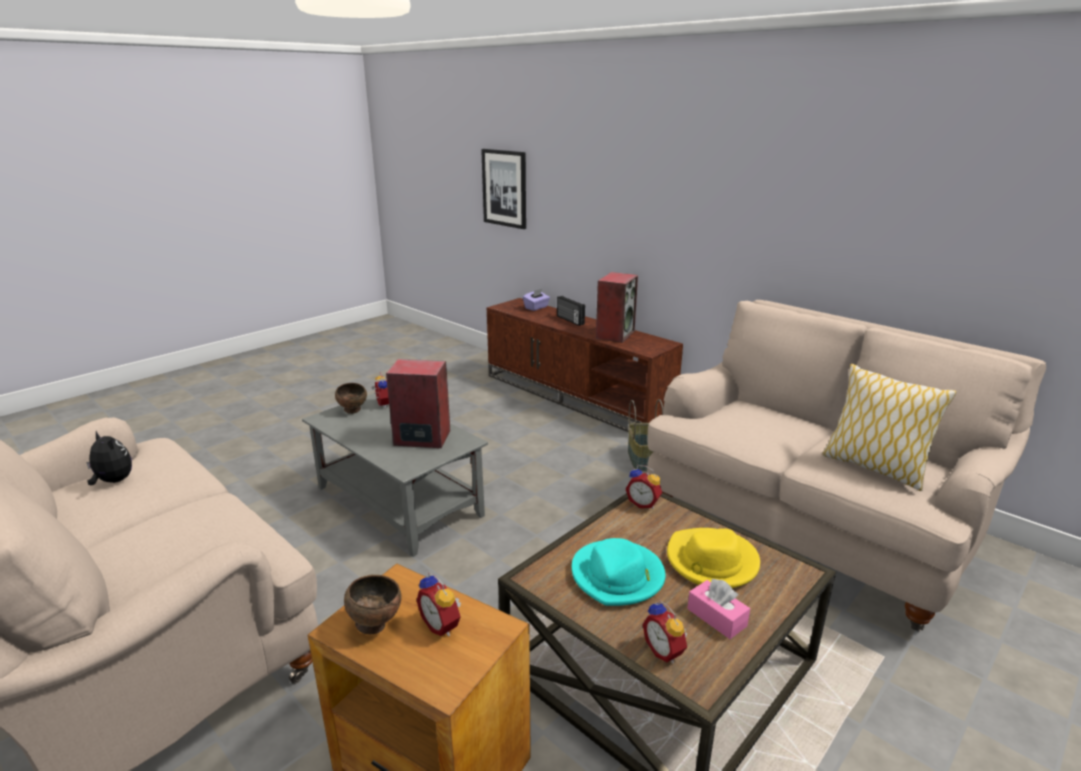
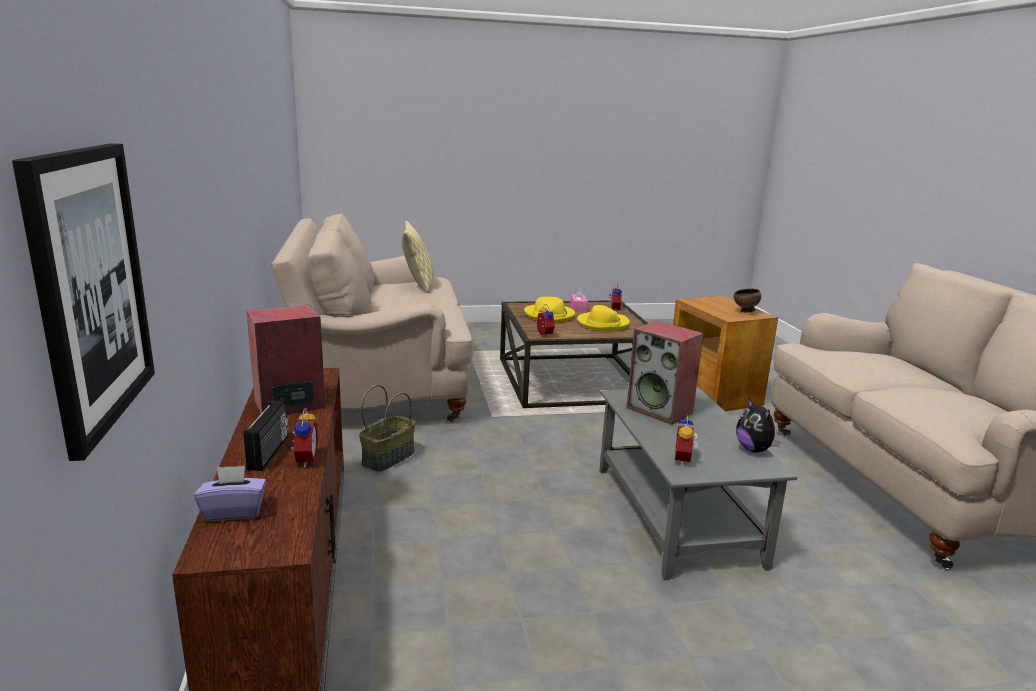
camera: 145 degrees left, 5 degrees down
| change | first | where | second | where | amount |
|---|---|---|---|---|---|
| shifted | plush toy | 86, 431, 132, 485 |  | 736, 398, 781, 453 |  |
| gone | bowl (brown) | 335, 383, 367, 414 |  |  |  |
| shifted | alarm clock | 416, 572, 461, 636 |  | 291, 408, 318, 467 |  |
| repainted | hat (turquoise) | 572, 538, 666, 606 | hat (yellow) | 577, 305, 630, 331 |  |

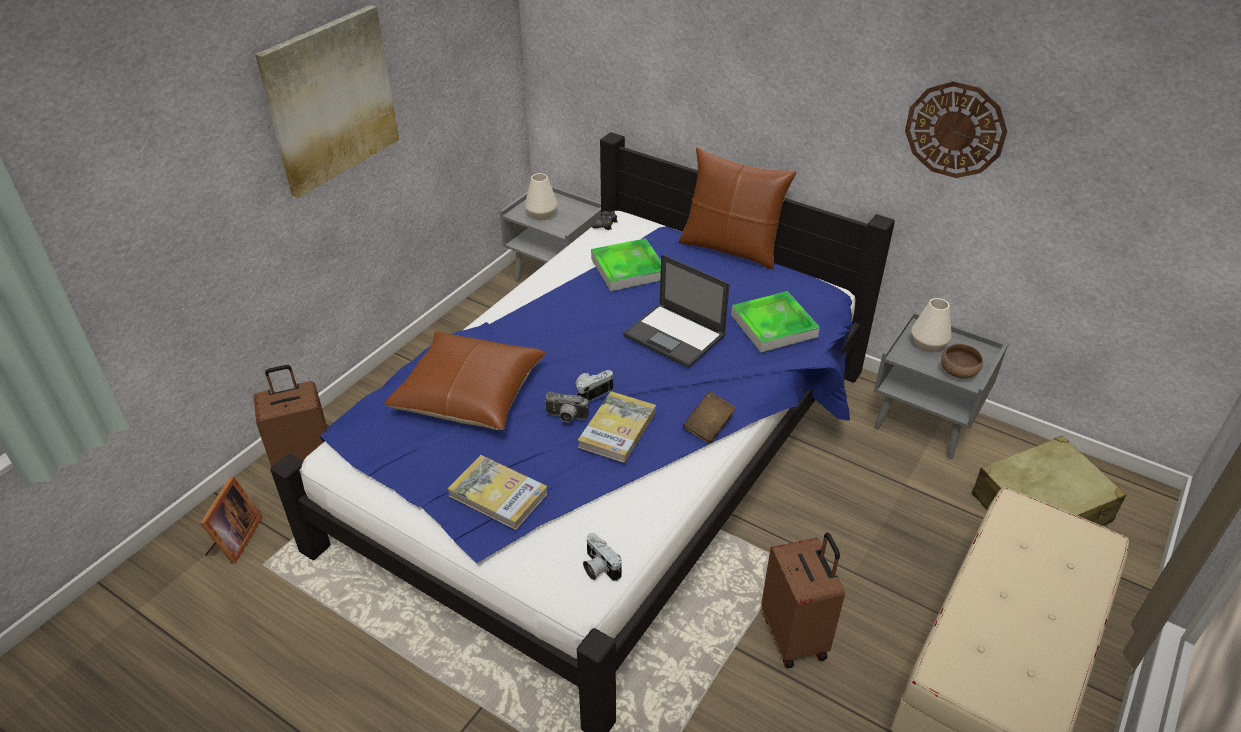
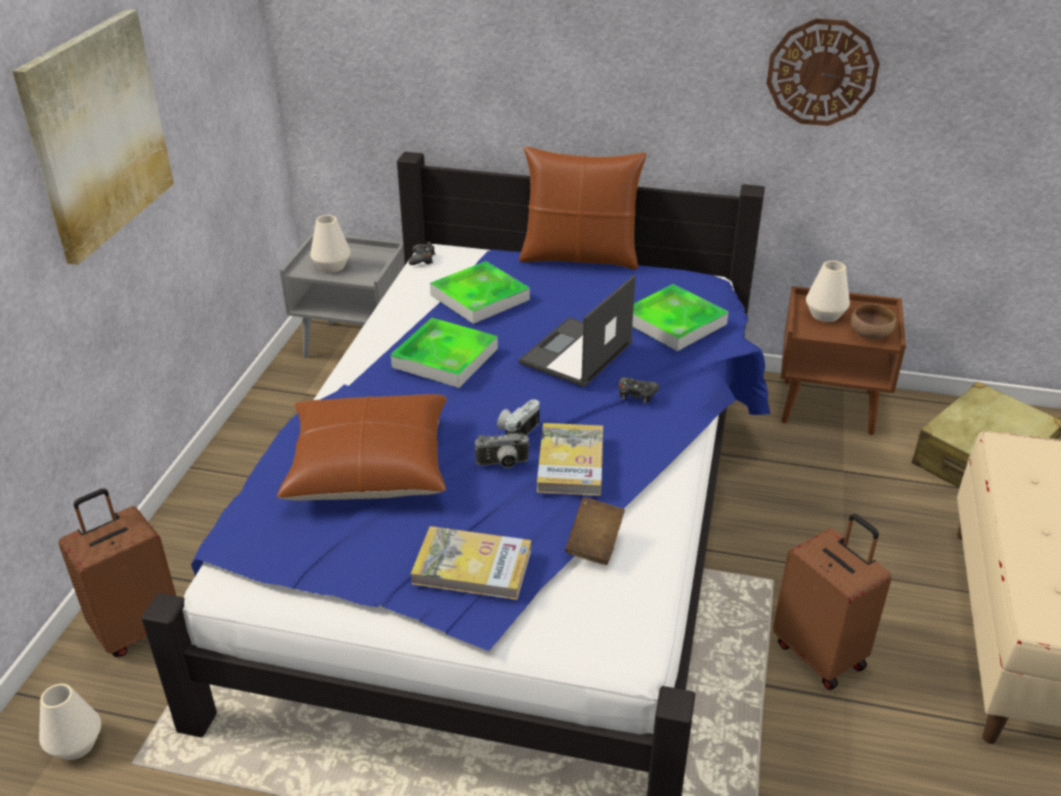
camera: 20 degrees left, 5 degrees down
| change | first | where | second | where | amount |
|---|---|---|---|---|---|
| swapped | picture frame | 200, 477, 263, 563 | vase (white) | 39, 684, 101, 760 |  |
| gone | photo camera | 583, 533, 622, 581 |  |  |  |
| rotated | laptop | 623, 254, 730, 368 |  | 518, 275, 636, 387 | 105 degrees clockwise |
| shifted | book (brown) | 683, 392, 736, 444 |  | 565, 497, 625, 565 |  |
| repainted | nightstand (grey) | 874, 311, 1008, 459 | nightstand (brown) | 781, 286, 906, 435 |  |
| new |  |  | tray | 390, 318, 498, 388 |  |
| new |  |  | game controller (black) | 618, 377, 659, 403 |  |

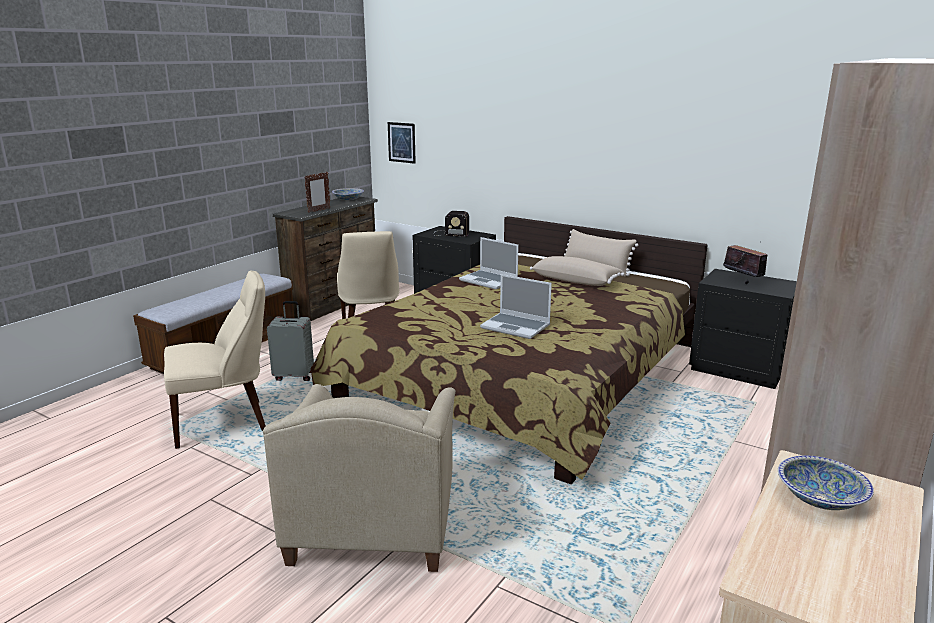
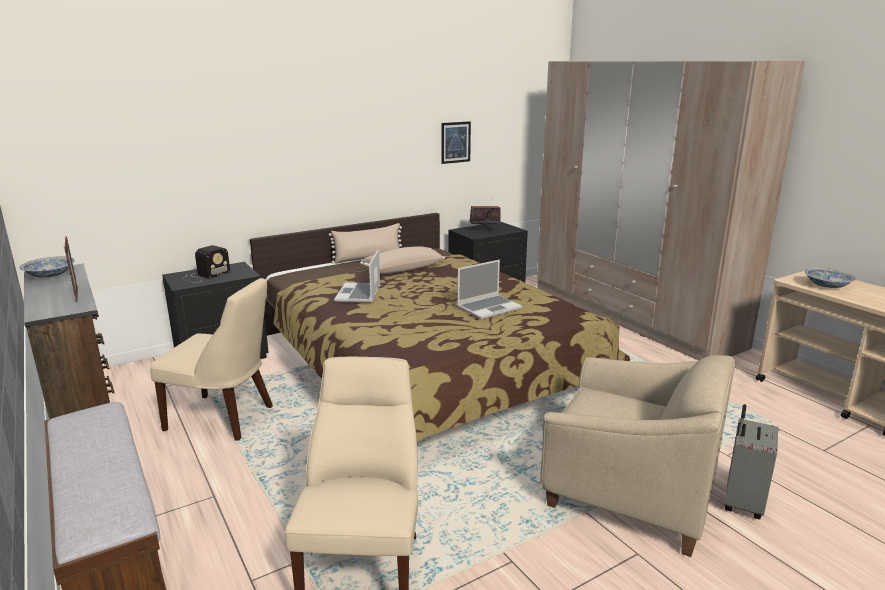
camera: 65 degrees left, 0 degrees up
| change | first | where | second | where | amount |
|---|---|---|---|---|---|
| shifted | suitcase (grey) | 267, 301, 314, 381 |  | 724, 404, 778, 520 |  |
| shifted | picture | 388, 122, 416, 164 |  | 441, 121, 471, 164 |  |
| rotated | laptop | 459, 237, 519, 290 |  | 334, 250, 380, 303 | 120 degrees clockwise |

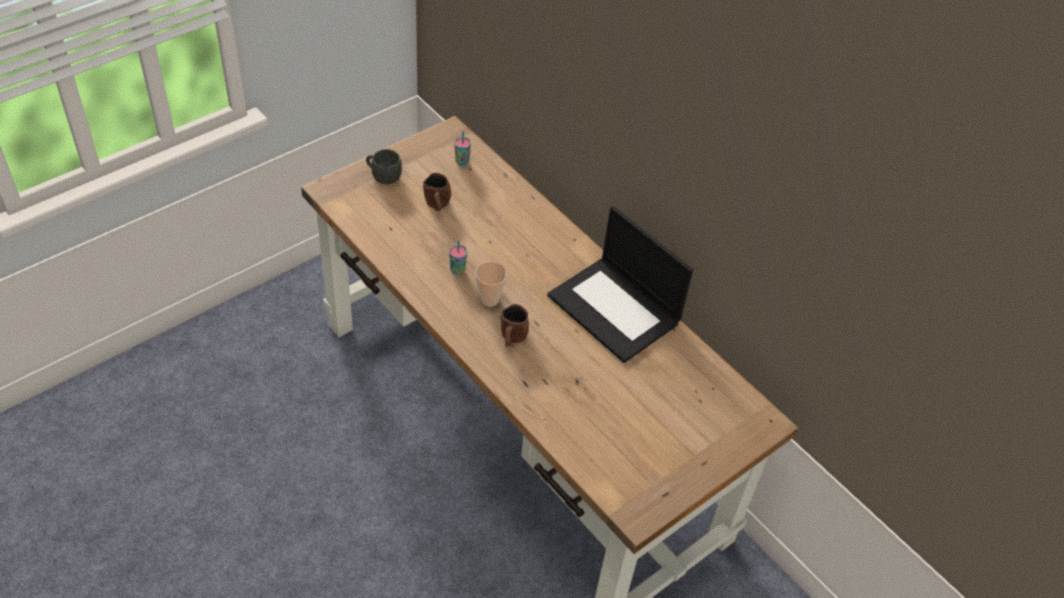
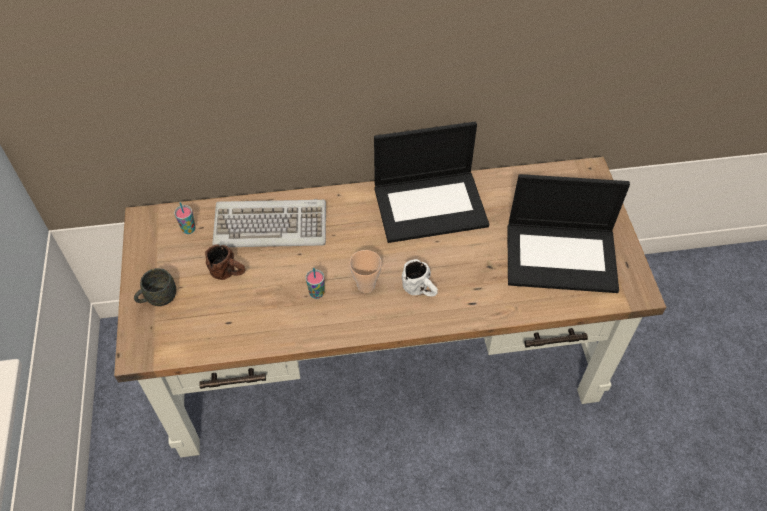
camera: 55 degrees left, 5 degrees up
| change | first | where | second | where | amount |
|---|---|---|---|---|---|
| repainted | mug (brown) | 500, 304, 529, 347 | mug (white) | 402, 259, 438, 297 |  |
| new |  |  | keyboard | 212, 199, 326, 248 |  |
| new |  |  | laptop | 507, 174, 630, 293 |  |

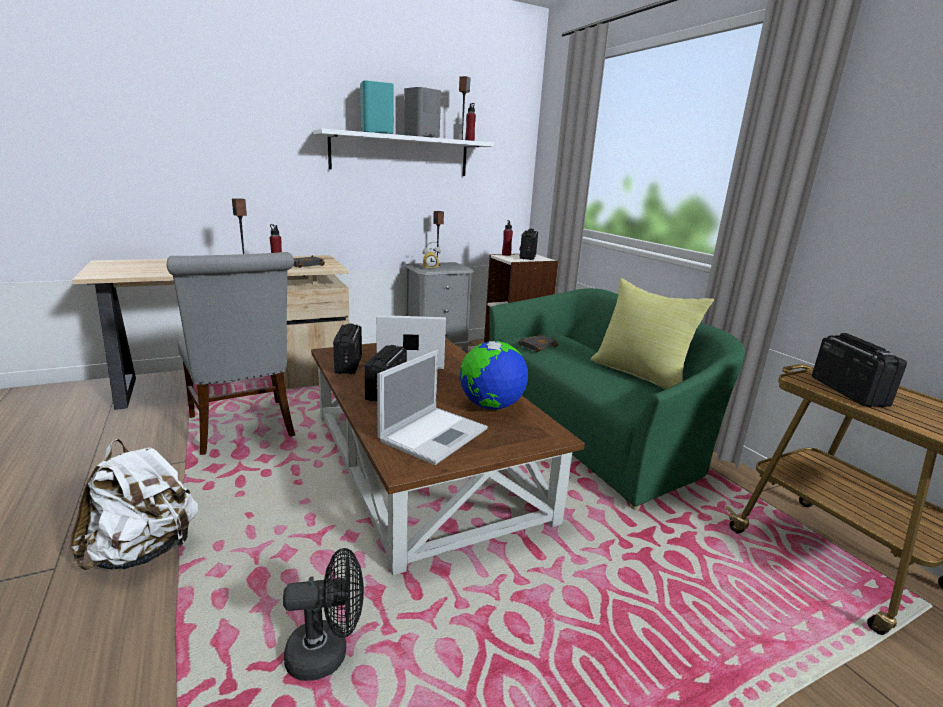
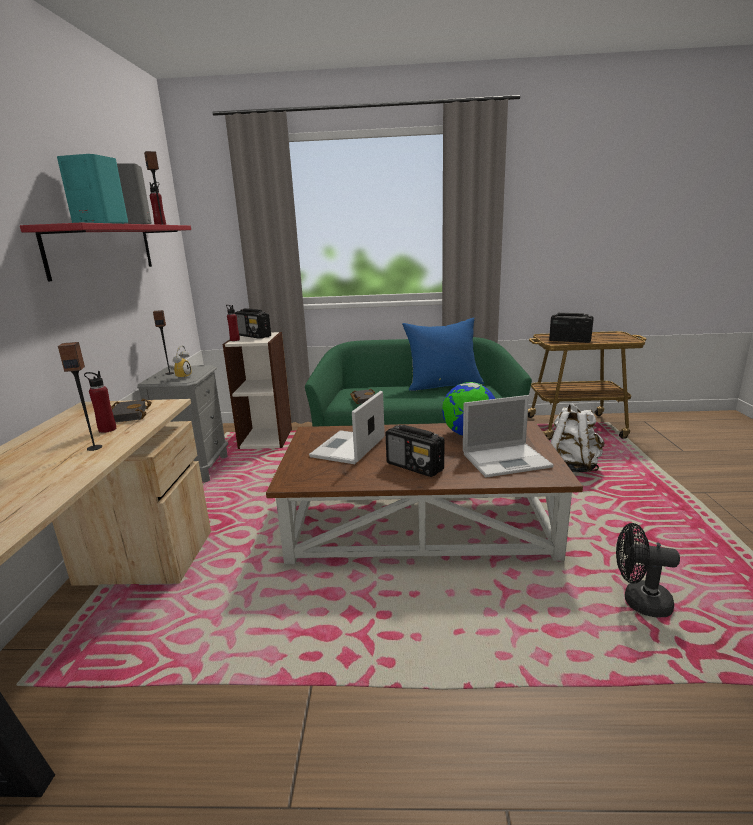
camera: 60 degrees left, 0 degrees up
| change | first | where | second | where | amount |
|---|---|---|---|---|---|
| shifted | backpack (white) | 69, 439, 199, 570 |  | 551, 403, 604, 473 |  |
| gone | chair (grey) | 167, 252, 295, 455 |  |  |  |
| rotated | fan (black) | 283, 548, 364, 681 |  | 616, 523, 680, 618 | 90 degrees counterclockwise |
| repainted | shelf (white) | 313, 128, 494, 176 | shelf (red) | 20, 223, 191, 282 |  |
| gone | radio | 333, 324, 362, 374 |  |  |  |
| rotated | laptop | 377, 350, 488, 465 |  | 463, 395, 554, 477 | 105 degrees clockwise |
| repainted | pillow (yellow) | 591, 278, 714, 389 | pillow (blue) | 402, 318, 484, 391 |  |

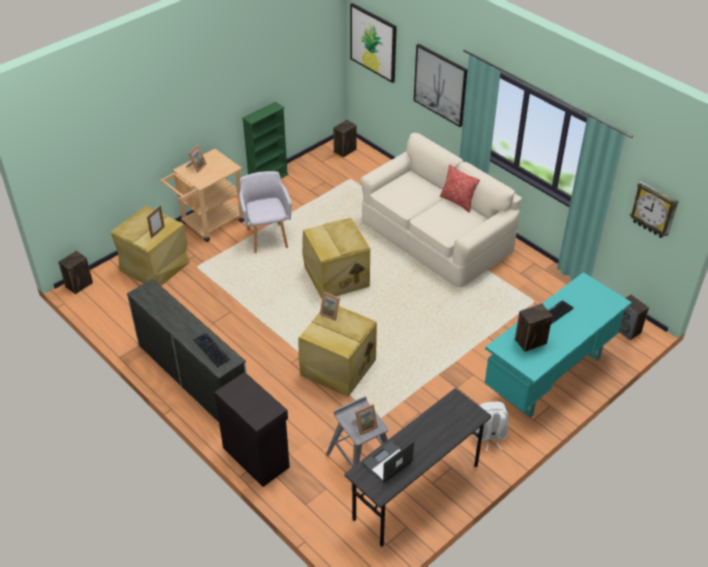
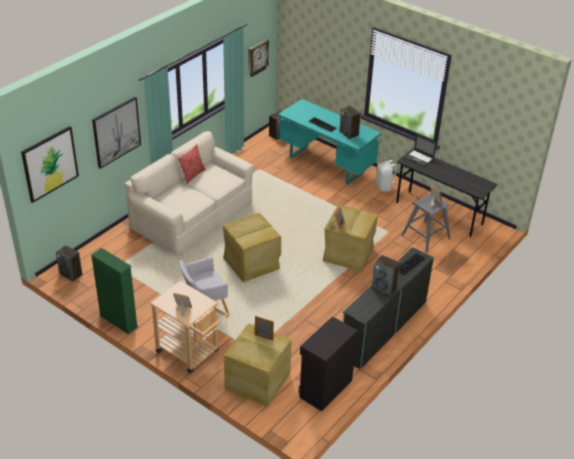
camera: 100 degrees left, 5 degrees down
| change | first | where | second | where | amount |
|---|---|---|---|---|---|
| shifted | speaker | 58, 250, 93, 294 |  | 372, 255, 400, 295 |  |
| shifted | cabinet (black) | 214, 372, 290, 487 |  | 298, 316, 358, 411 |  |
| shifted | laptop | 362, 440, 414, 483 |  | 404, 134, 437, 167 |  |

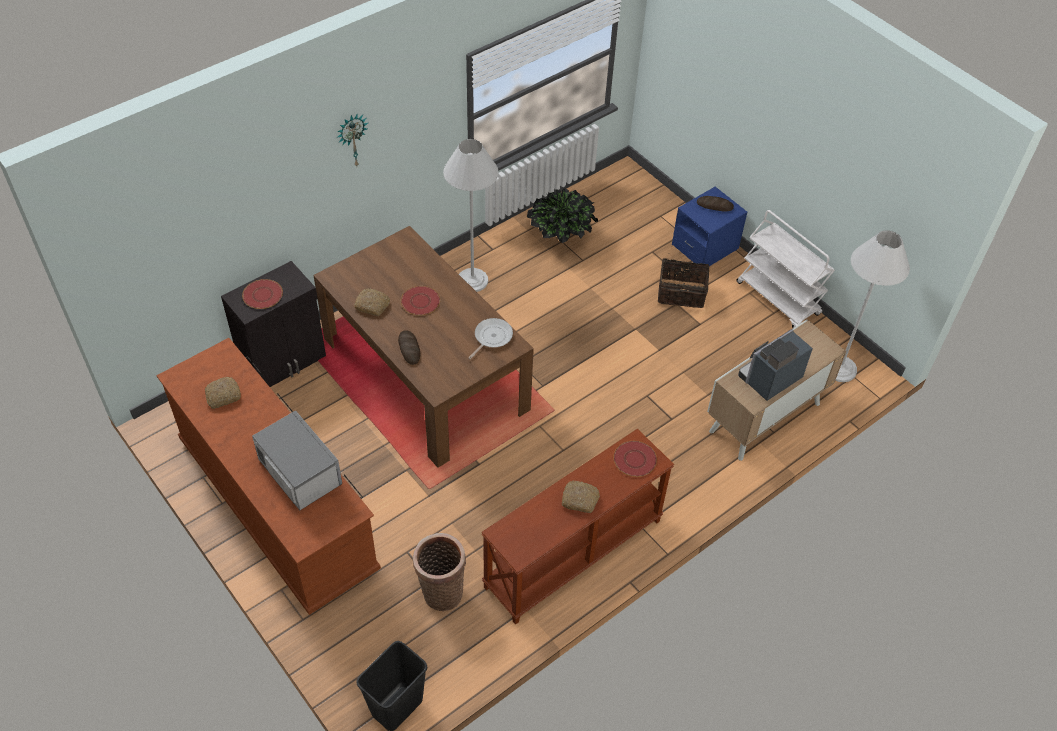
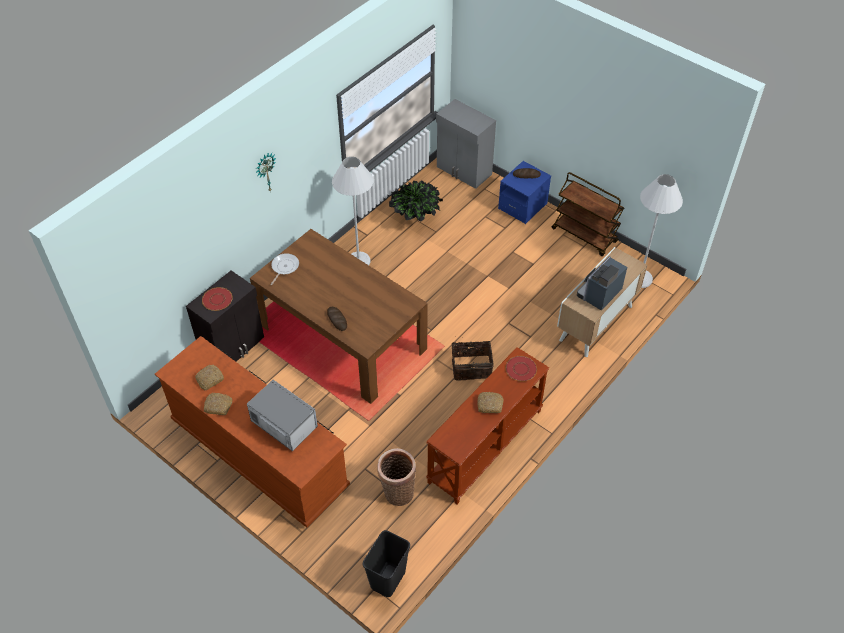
camera: 10 degrees left, 0 degrees up
| change | first | where | second | where | amount |
|---|---|---|---|---|---|
| shifted | bread | 354, 288, 390, 316 |  | 204, 393, 233, 415 |  |
| gone | plate (red) | 401, 286, 440, 315 |  |  |  |
| shifted | frying pan | 468, 318, 513, 359 |  | 270, 253, 299, 285 |  |
| shifted | basket | 658, 255, 709, 308 |  | 452, 341, 494, 381 |  |
| repainted | cart (white) | 737, 210, 835, 328 | cart (brown) | 552, 172, 624, 256 |  |
| new |  |  | cabinet (grey) | 436, 99, 496, 189 |  |

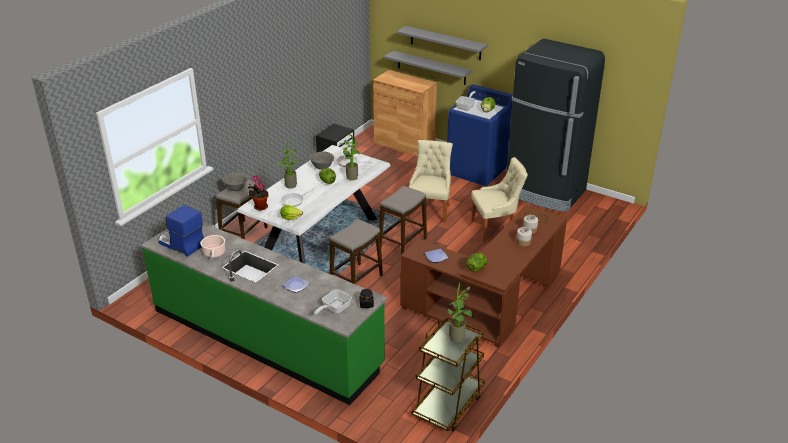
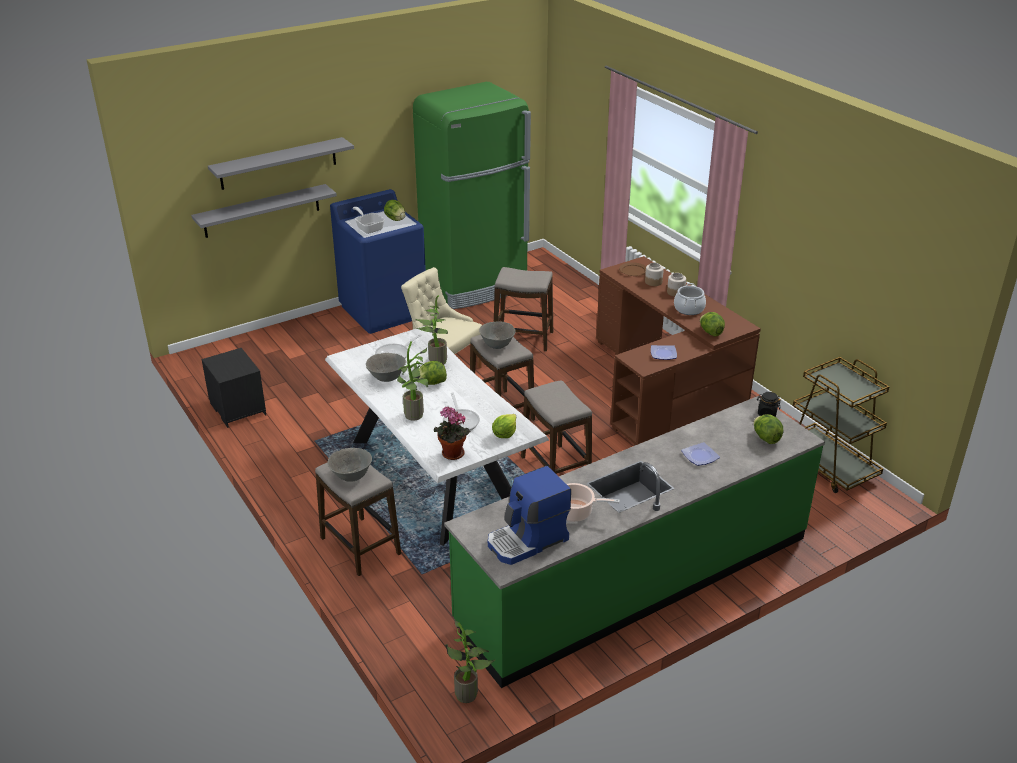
camera: 65 degrees left, 0 degrees up
| change | first | where | second | where | amount |
|---|---|---|---|---|---|
| swapped | frying pan | 314, 289, 352, 315 | lettuce | 753, 414, 783, 444 |  |
| gone | cabinet (brown) | 373, 70, 437, 156 |  |  |  |
| shifted | potted plant | 447, 282, 473, 342 |  | 445, 619, 495, 703 |  |
| swapped | chair (beige) | 471, 157, 528, 242 | stool | 494, 267, 553, 351 |  |
| repainted | fridge (black) | 506, 39, 605, 212 | fridge (green) | 413, 82, 531, 309 |  |
| new |  |  | bowl (grey) | 479, 321, 515, 349 |  |
| new |  |  | cooking pot | 674, 283, 706, 315 |  |

